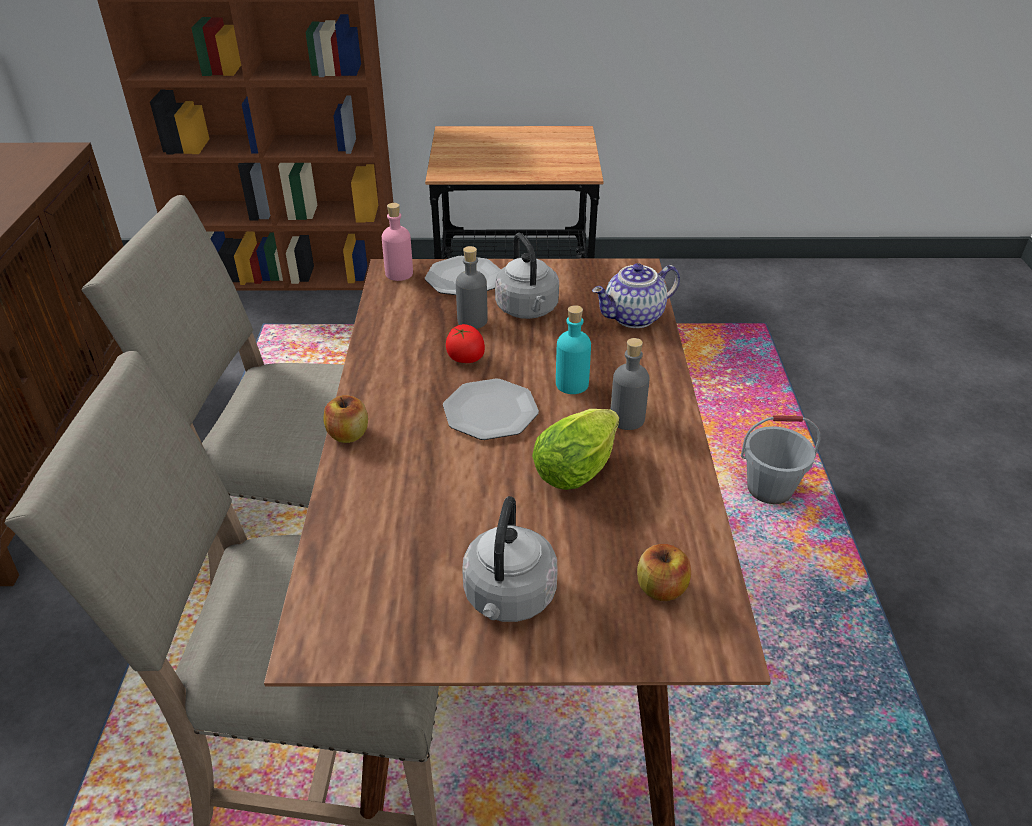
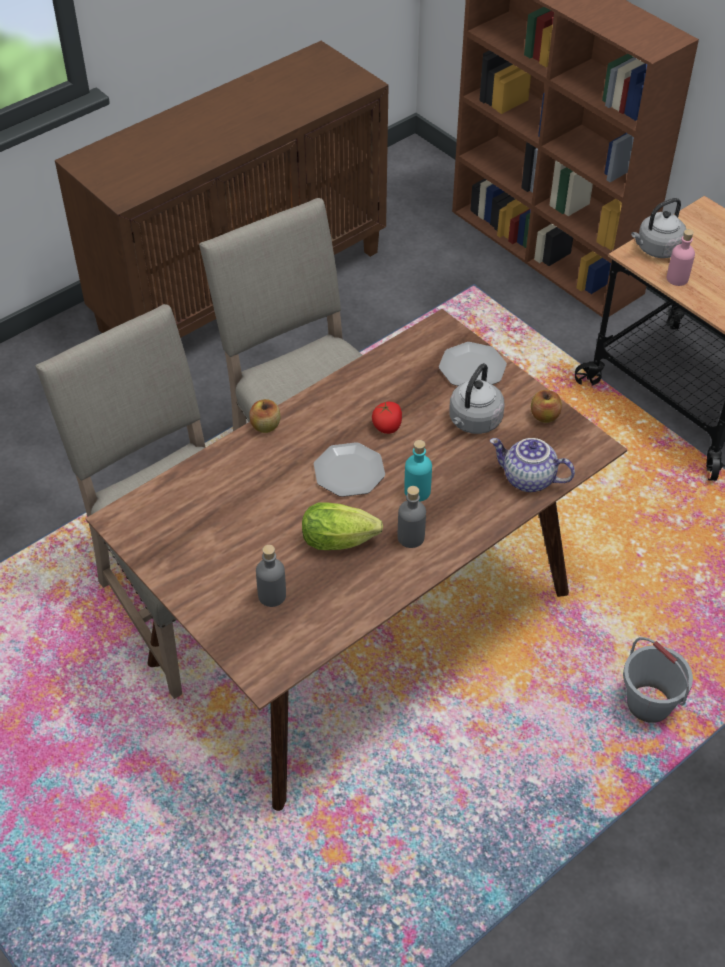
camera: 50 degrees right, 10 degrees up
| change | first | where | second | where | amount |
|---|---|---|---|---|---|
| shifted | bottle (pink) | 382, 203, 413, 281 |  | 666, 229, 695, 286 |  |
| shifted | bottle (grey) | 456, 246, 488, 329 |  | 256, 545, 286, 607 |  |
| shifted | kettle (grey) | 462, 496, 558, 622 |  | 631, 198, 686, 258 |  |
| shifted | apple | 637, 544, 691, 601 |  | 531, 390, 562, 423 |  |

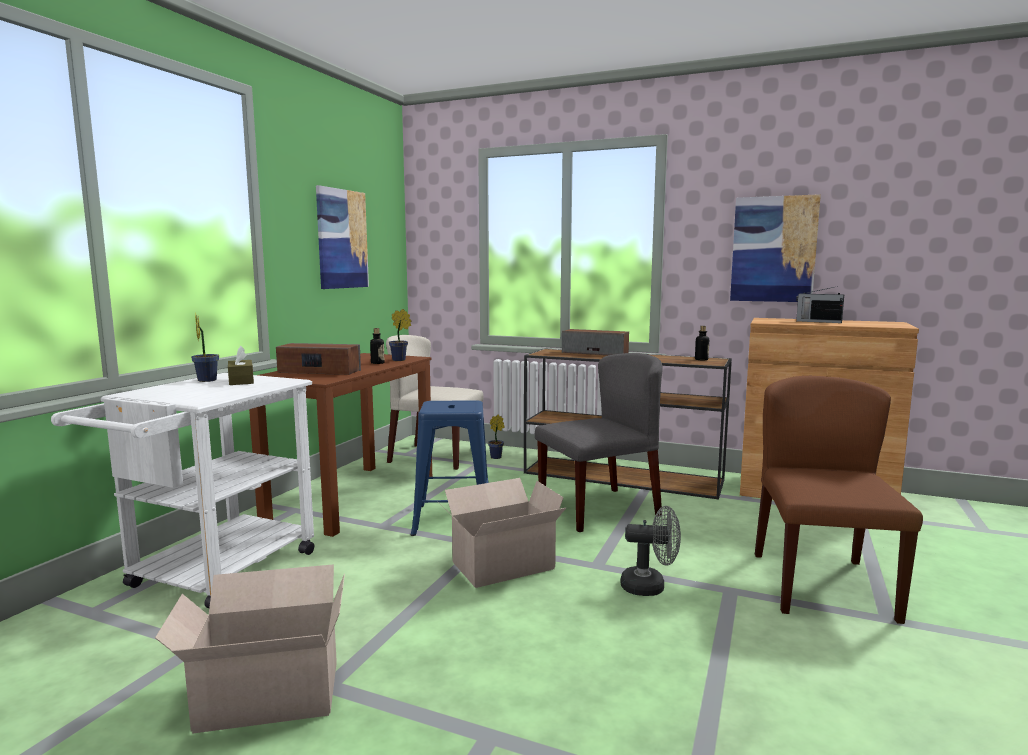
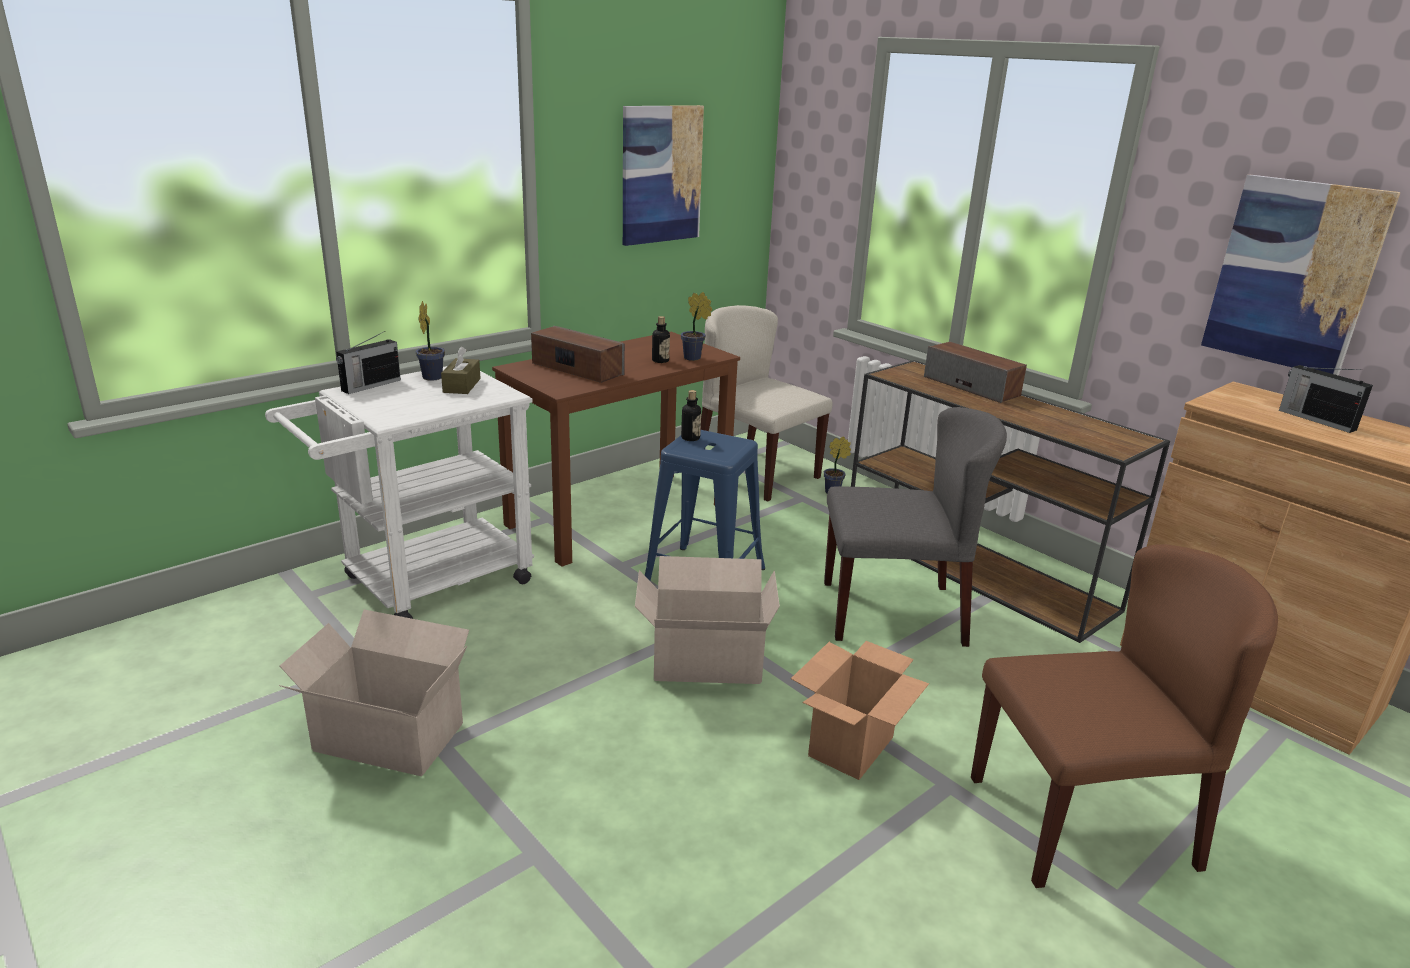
camera: 25 degrees right, 15 degrees up
| change | first | where | second | where | amount |
|---|---|---|---|---|---|
| swapped | fan (grey) | 621, 506, 681, 596 | cardboard box | 791, 641, 929, 780 |  |
| shifted | bottle | 695, 326, 709, 360 |  | 681, 390, 701, 441 |  |
| rotated | chair (brown) | 755, 376, 923, 624 |  | 971, 544, 1278, 888 | 45 degrees clockwise |
| new |  |  | radio | 336, 331, 401, 394 |  |

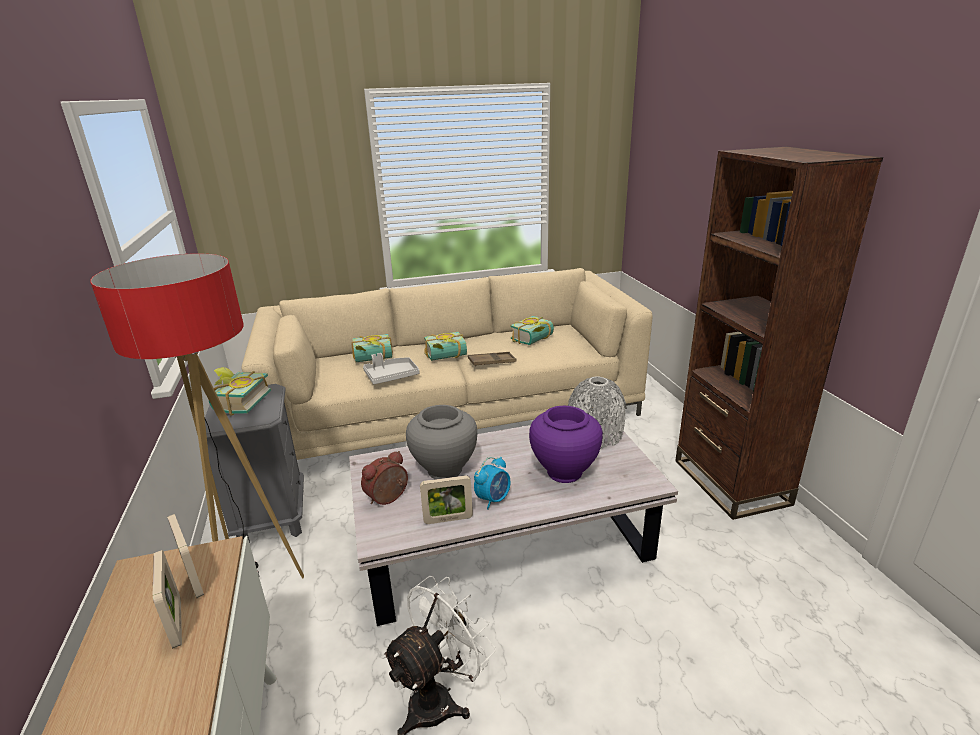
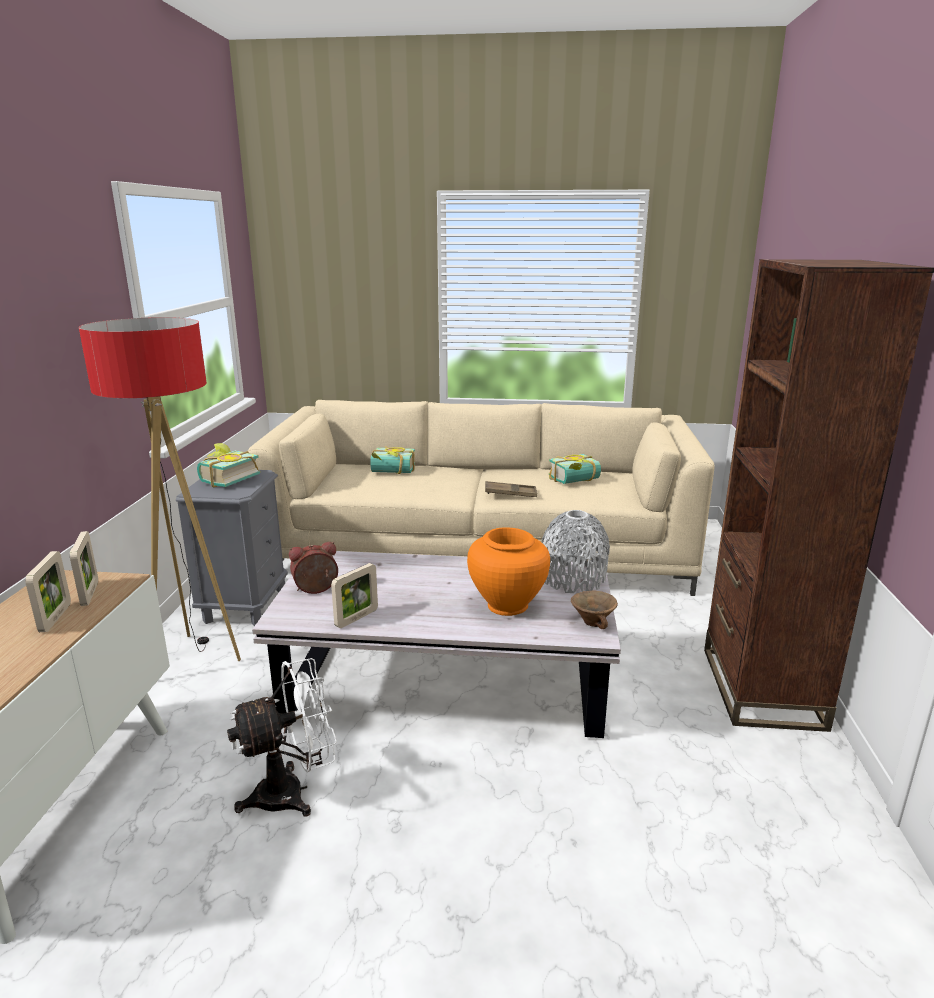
camera: 20 degrees right, 5 degrees down
| change | first | where | second | where | amount |
|---|---|---|---|---|---|
| gone | tray (grey) | 363, 353, 419, 384 |  |  |  |
| gone | vase (grey) | 406, 405, 477, 479 |  |  |  |
| rotated | picture frame | 420, 475, 473, 524 |  | 331, 563, 378, 628 | 60 degrees counterclockwise |
| gone | book | 424, 332, 467, 361 |  |  |  |
| gone | alarm clock | 474, 457, 511, 510 |  |  |  |
| repainted | vase (purple) | 529, 406, 603, 483 | vase (orange) | 467, 527, 550, 616 |  |
| new |  |  | bowl (brown) | 571, 590, 618, 629 |  |

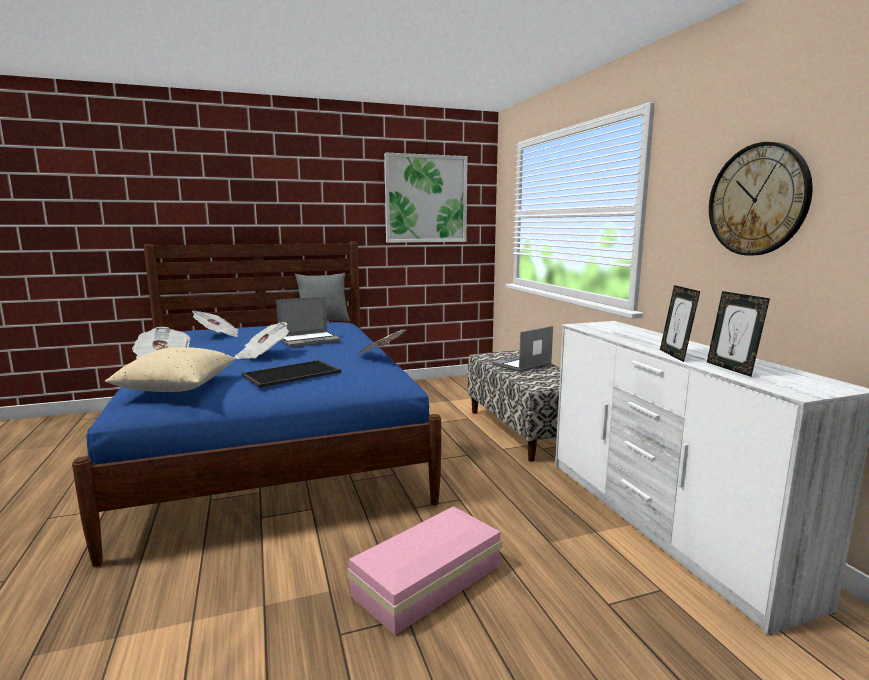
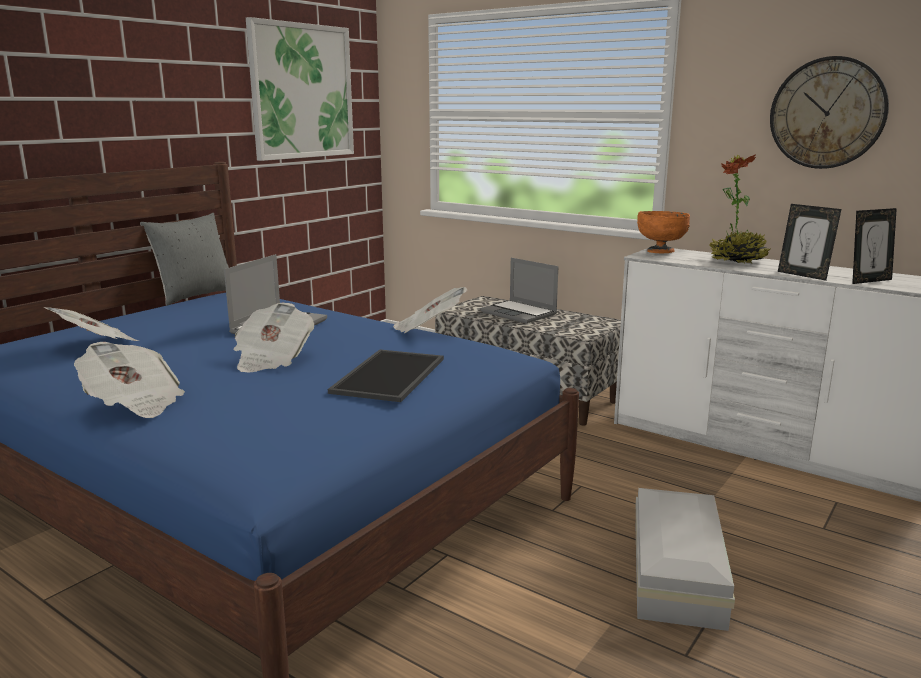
camera: 35 degrees left, 5 degrees up
| change | first | where | second | where | amount |
|---|---|---|---|---|---|
| gone | pillow (beige) | 105, 347, 236, 392 |  |  |  |
| repainted | storage box (pink) | 347, 506, 502, 635 | storage box (white) | 636, 488, 735, 631 |  |
| rotated | laptop | 492, 326, 553, 372 |  | 481, 258, 559, 323 | 60 degrees counterclockwise |
| rotated | picture frame | 707, 291, 770, 377 |  | 852, 208, 897, 284 | 60 degrees counterclockwise |
| new |  |  | bowl (orange) | 637, 211, 690, 253 |  |
| new |  |  | potted plant | 709, 154, 771, 263 |  |

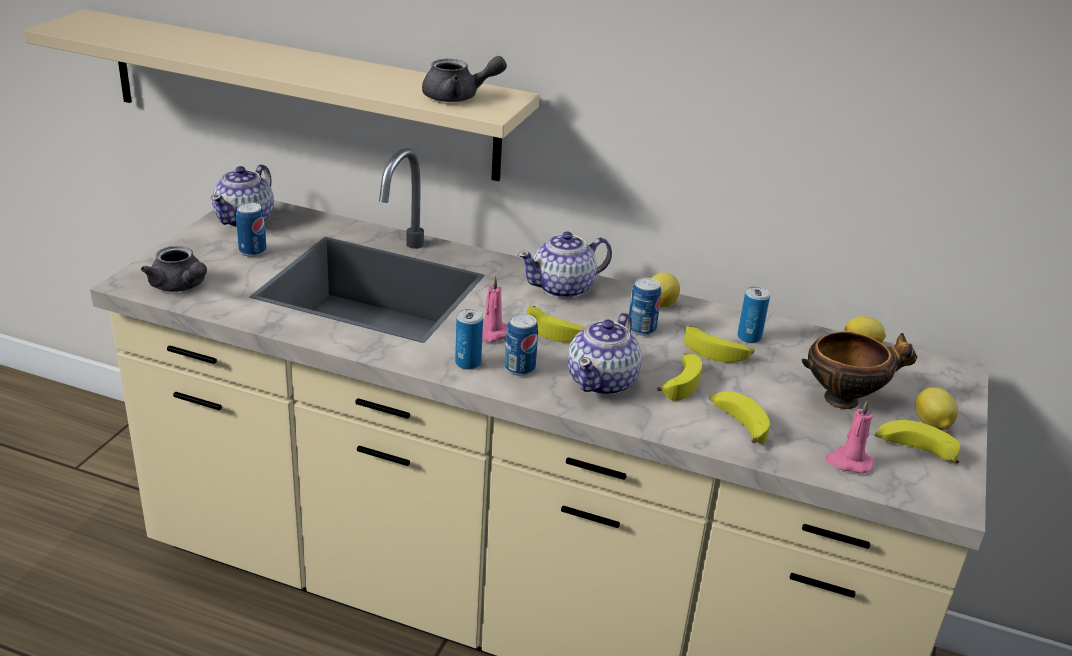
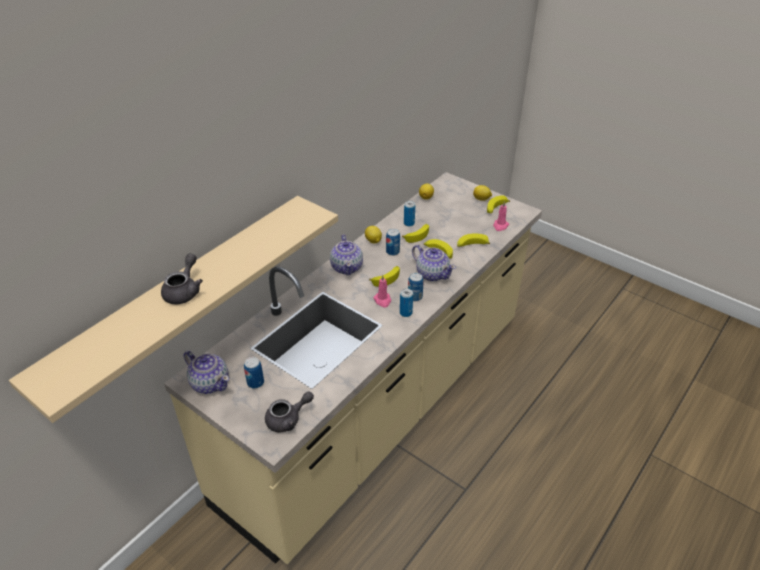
camera: 70 degrees left, 10 degrees up
| change | first | where | second | where | amount |
|---|---|---|---|---|---|
| shifted | teapot (grey) | 422, 56, 507, 102 |  | 161, 253, 203, 304 |  |
| gone | bowl | 802, 332, 917, 409 |  |  |  |

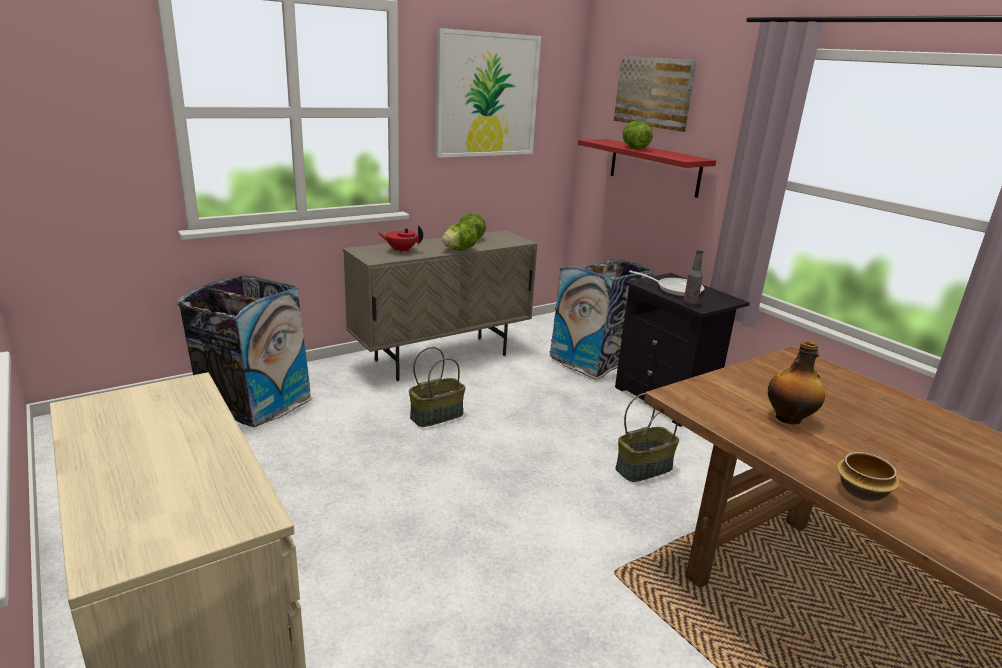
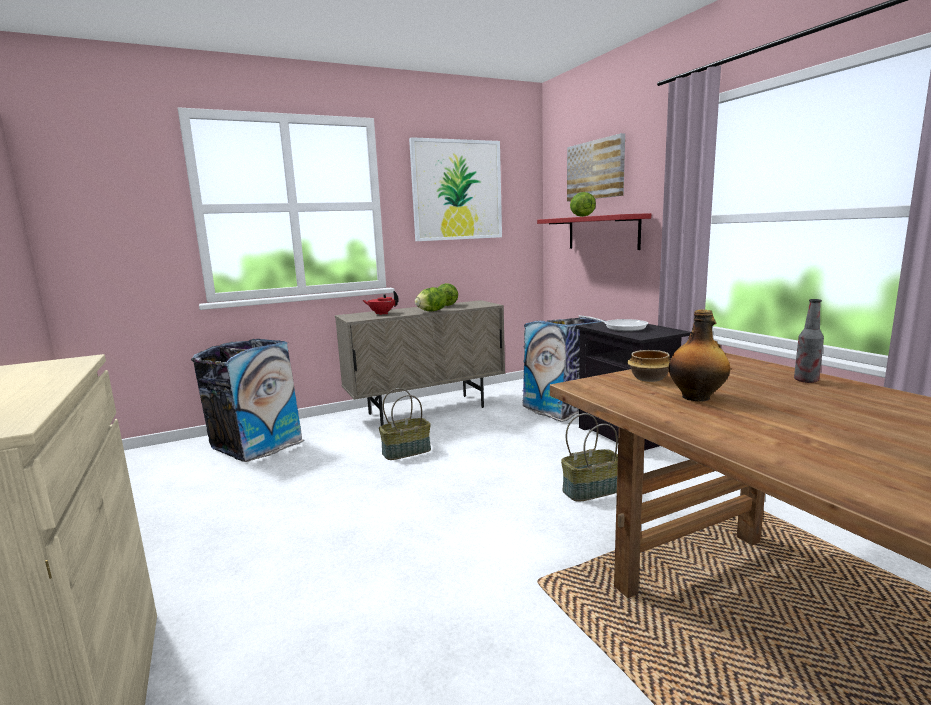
camera: 10 degrees right, 10 degrees down
| change | first | where | second | where | amount |
|---|---|---|---|---|---|
| shifted | bottle | 684, 250, 703, 305 |  | 794, 299, 824, 383 |  |
| shifted | bowl | 837, 452, 900, 501 |  | 627, 350, 670, 382 |  |

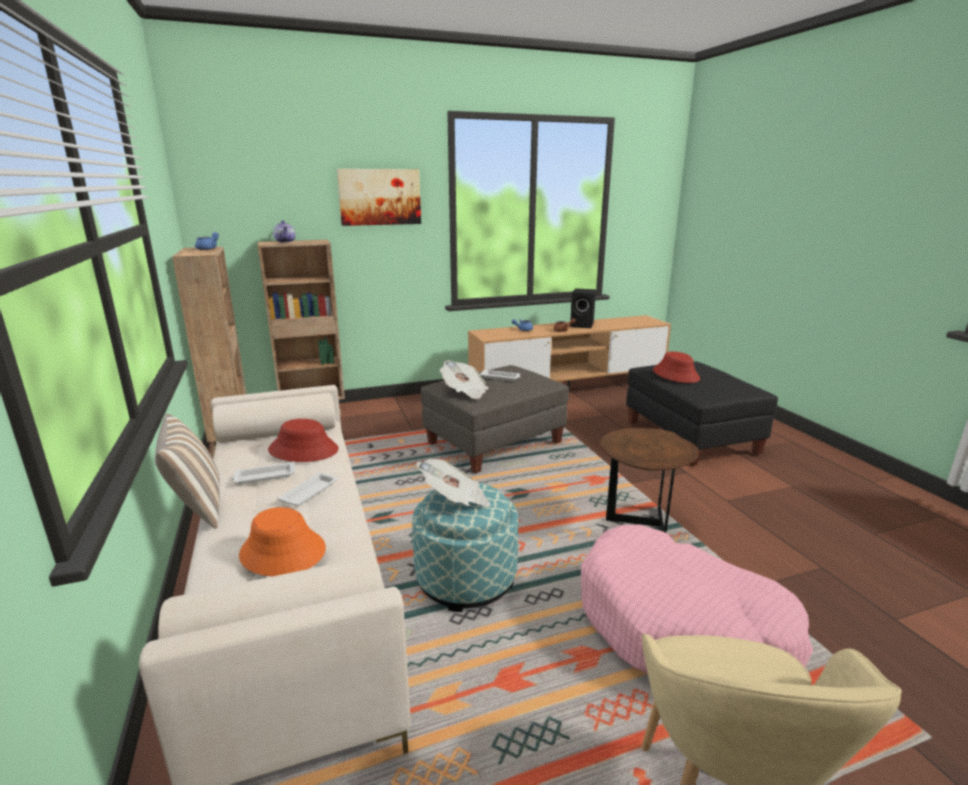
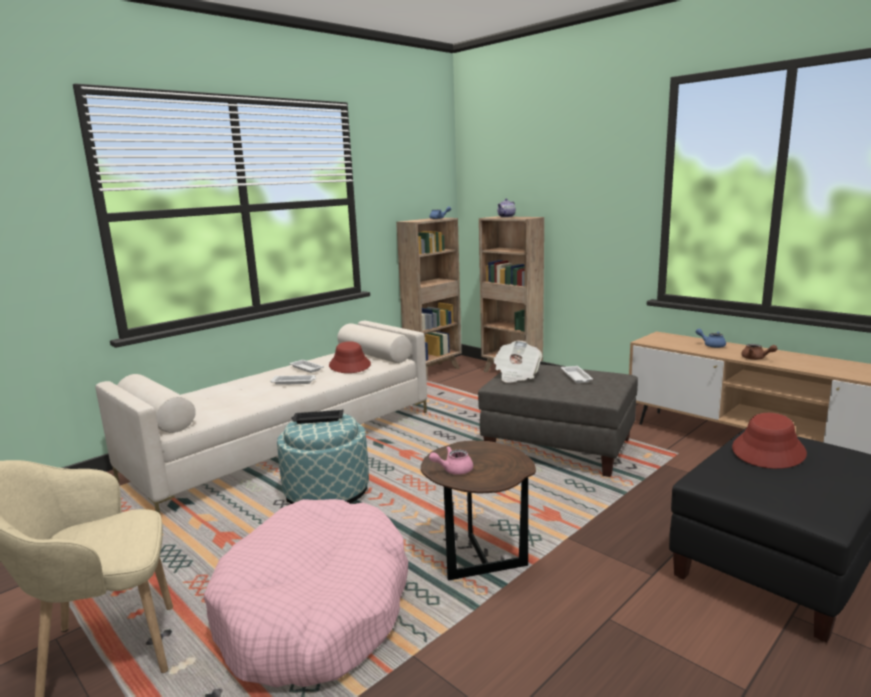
camera: 65 degrees right, 5 degrees down
| change | first | where | second | where | amount |
|---|---|---|---|---|---|
| gone | pillow | 155, 414, 220, 529 |  |  |  |
| gone | hat (orange) | 239, 507, 326, 576 |  |  |  |
| gone | picture | 337, 169, 421, 226 |  |  |  |
| swapped | newspaper | 417, 459, 491, 506 | tray (black) | 291, 409, 344, 424 |  |
| gone | speaker (black) | 570, 288, 596, 328 |  |  |  |
| new |  |  | teapot (pink) | 429, 446, 473, 475 |  |

